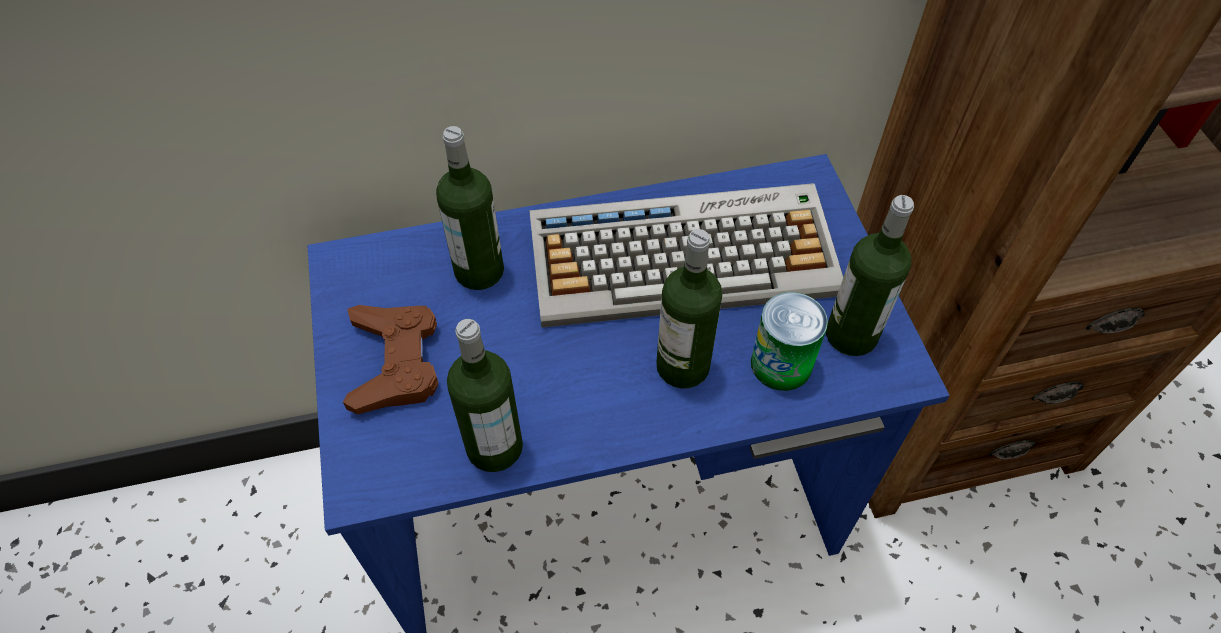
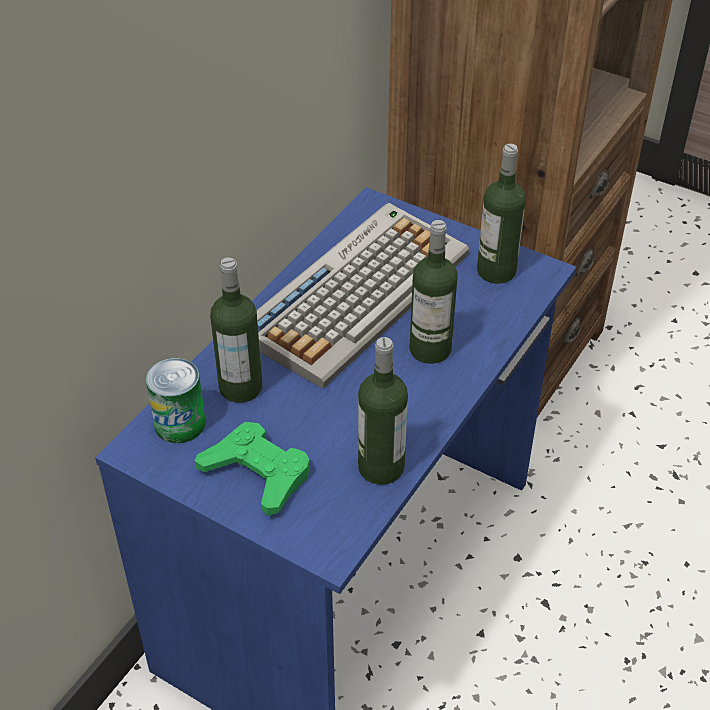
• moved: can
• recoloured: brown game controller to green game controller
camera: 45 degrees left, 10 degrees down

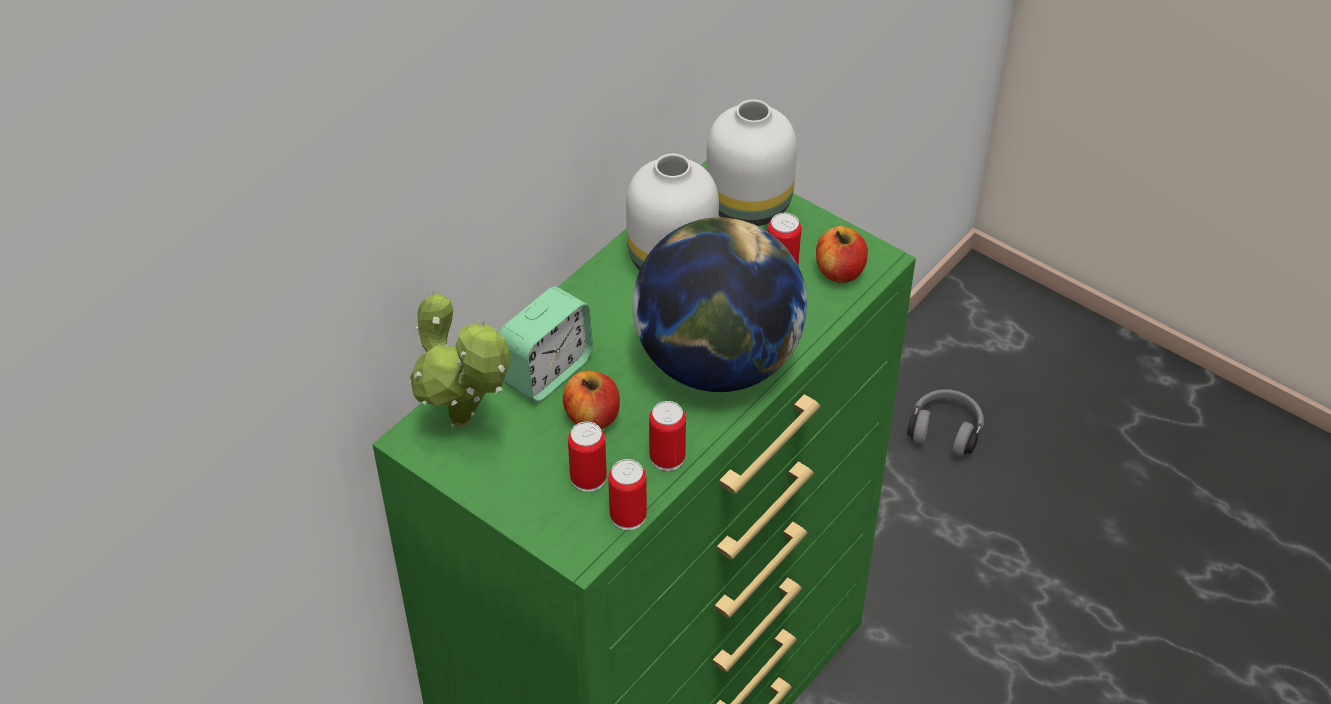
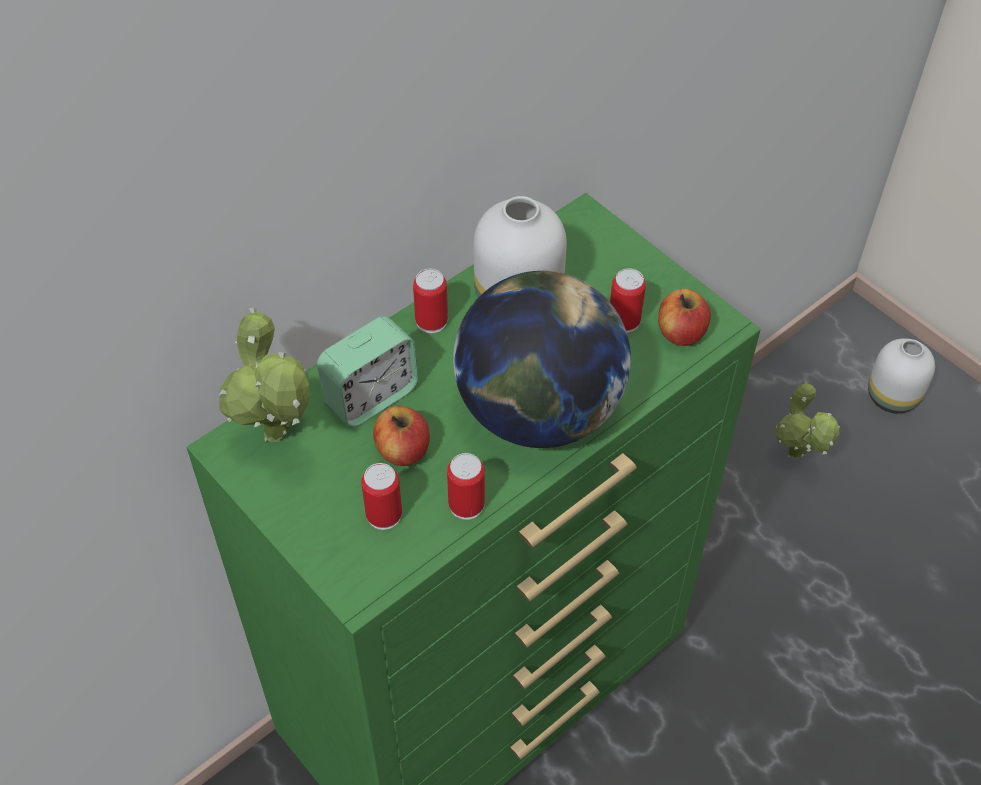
• moved: can (2nd from left)
• replaced: grey headphones to potted plant (2nd from left)
• moved: white vase (2nd from left)
camera: 10 degrees right, 5 degrees up

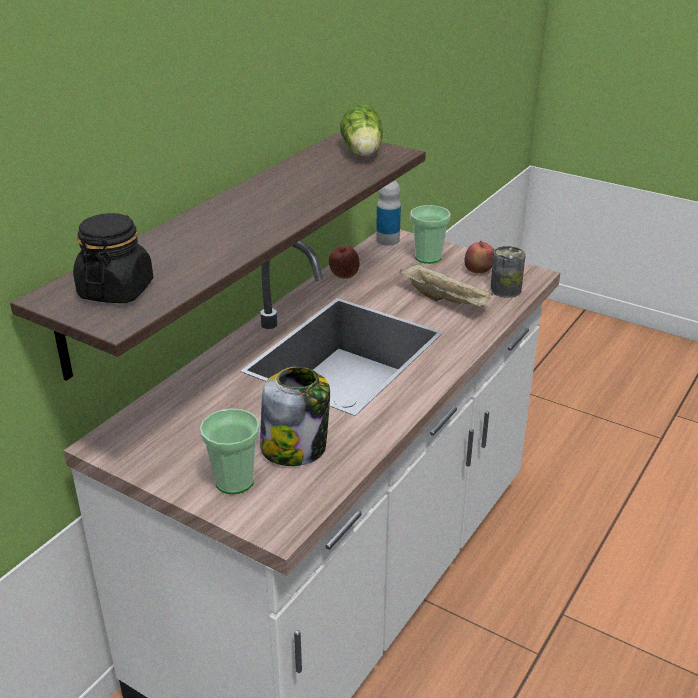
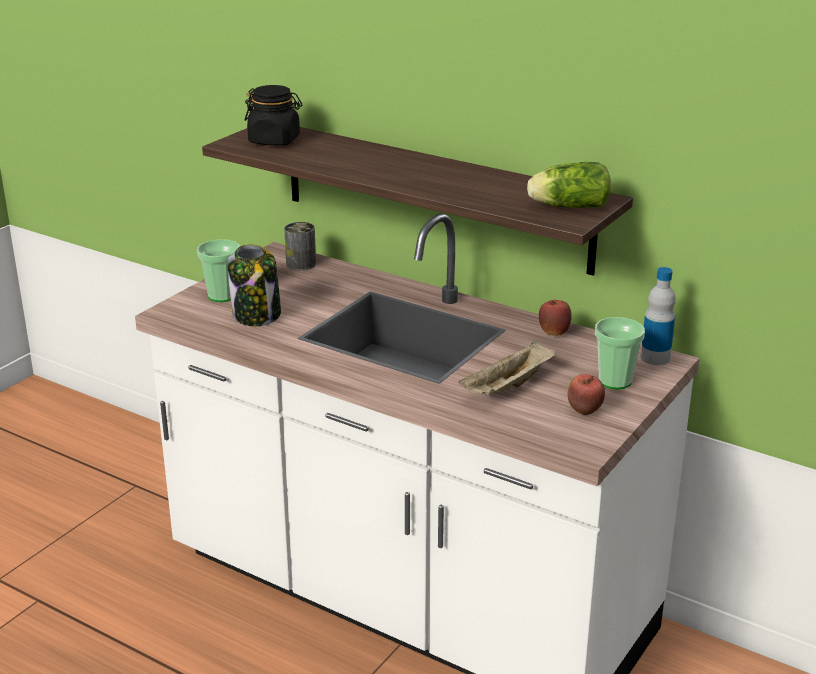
• moved: can
camera: 90 degrees right, 5 degrees down

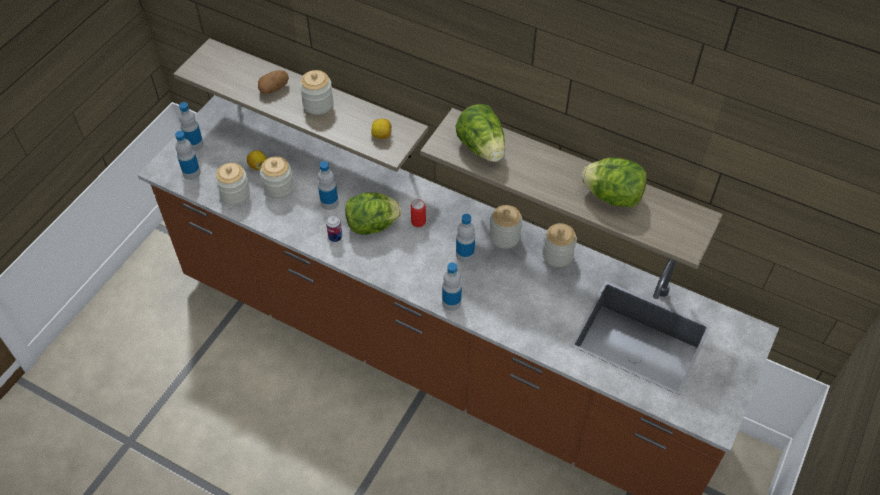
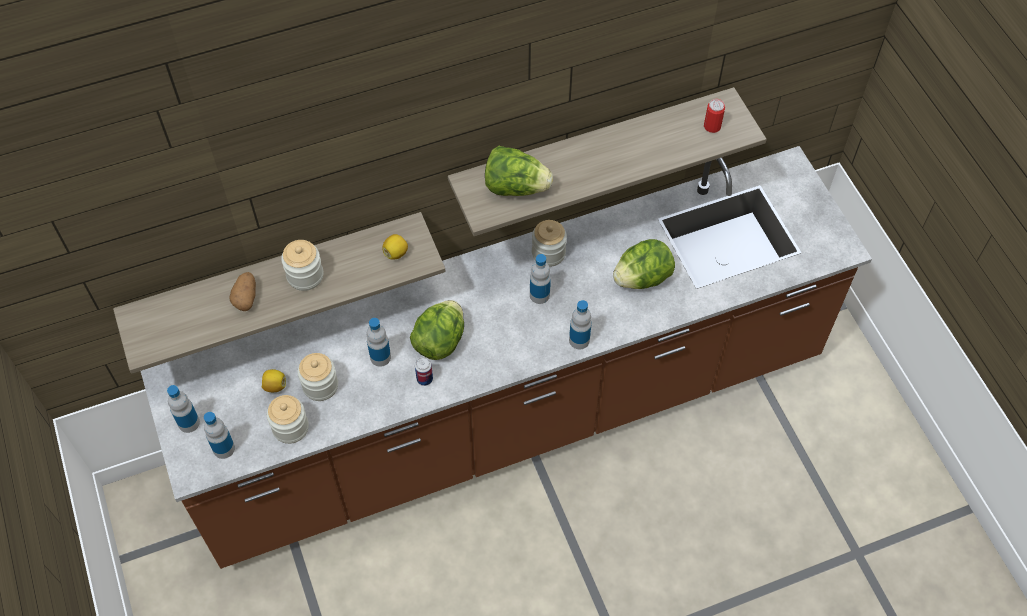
• moved: lettuce (3rd from left)
• moved: can (2nd from left)
• removed: jar (5th from left)
camera: 50 degrees left, 5 degrees up

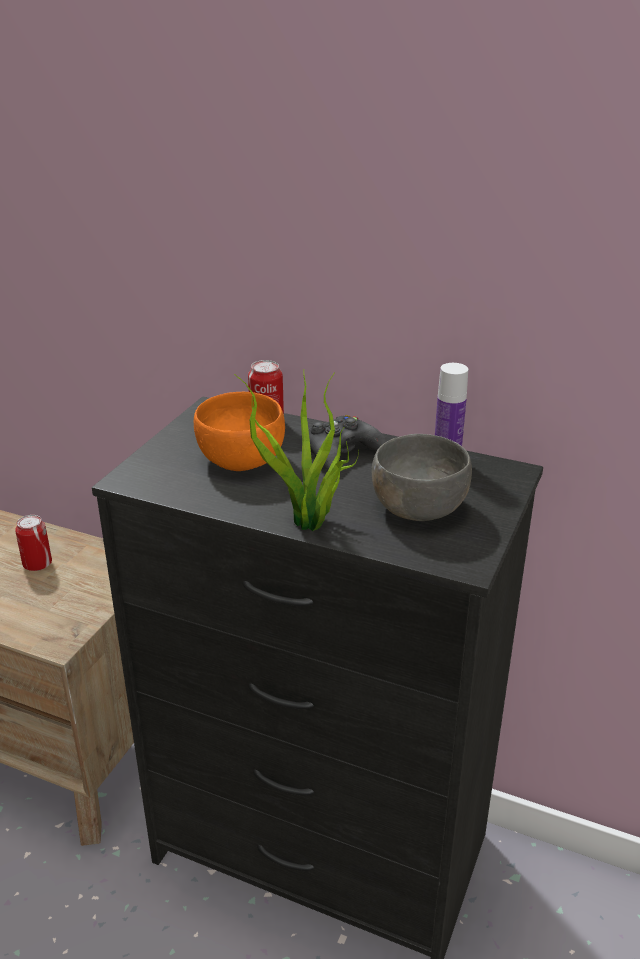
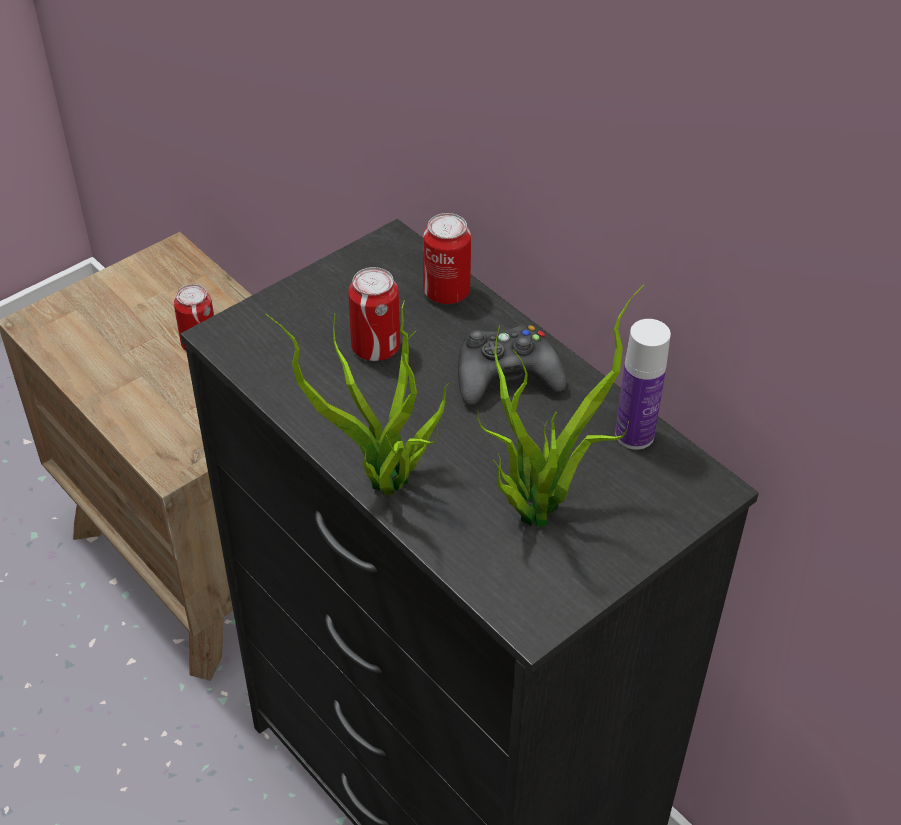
• replaced: orange bowl to can (2nd from left)
• replaced: grey bowl to potted plant (2nd from left)
camera: 25 degrees right, 15 degrees up

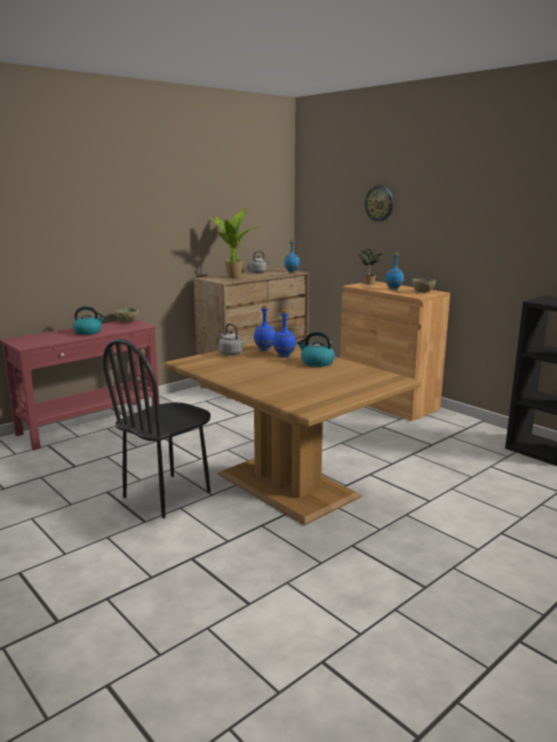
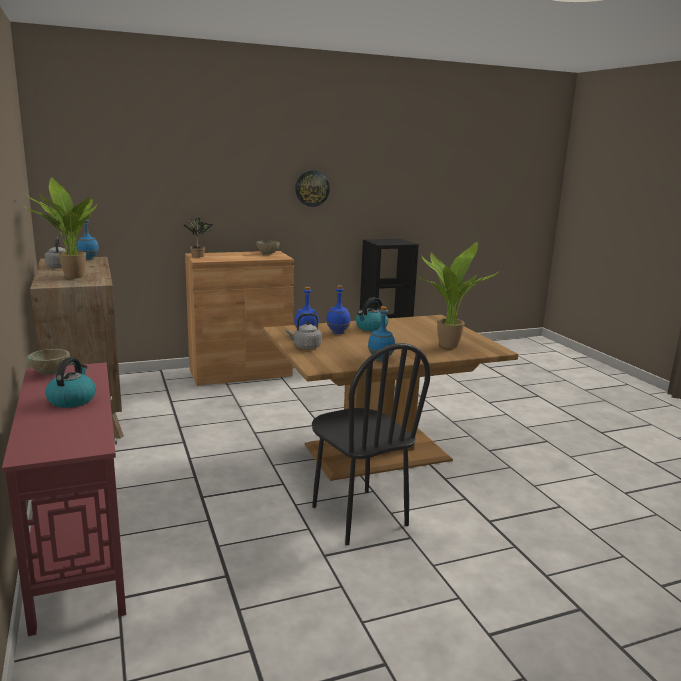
• moved: wall clock
• moved: blue bottle (4th from left)
• added: potted plant (3rd from left)
camera: 70 degrees left, 0 degrees up

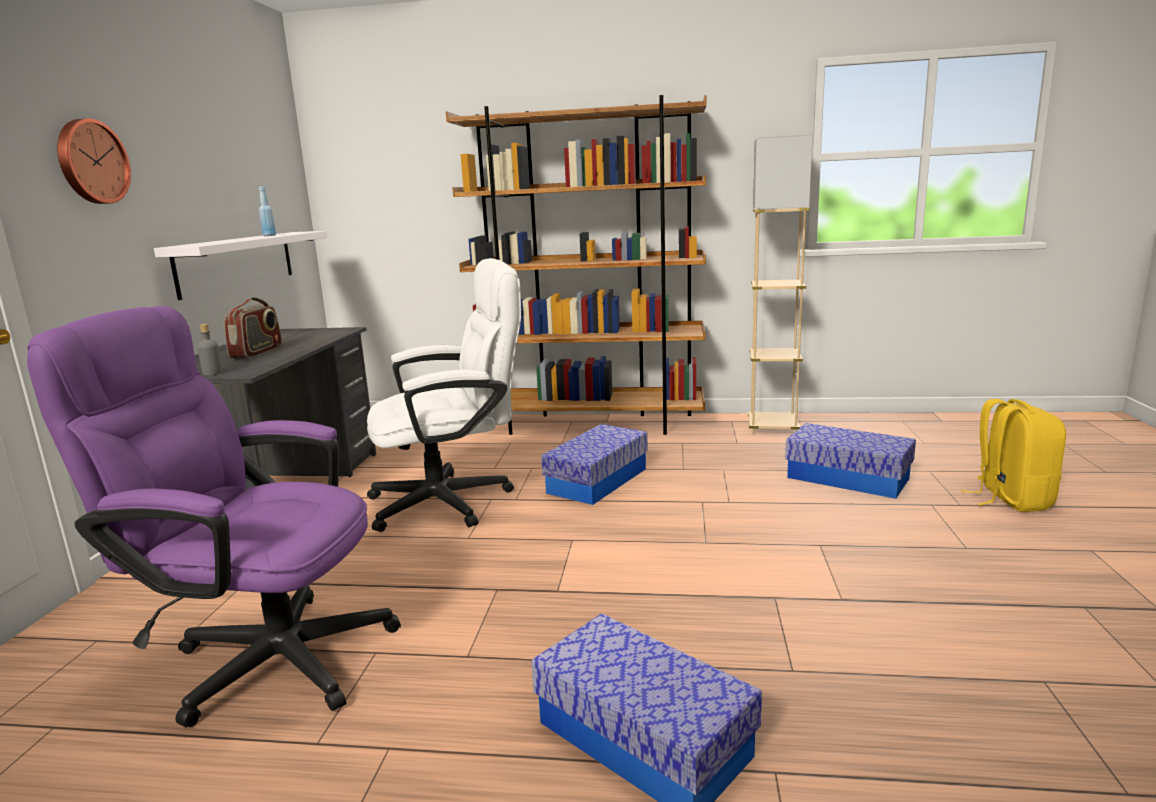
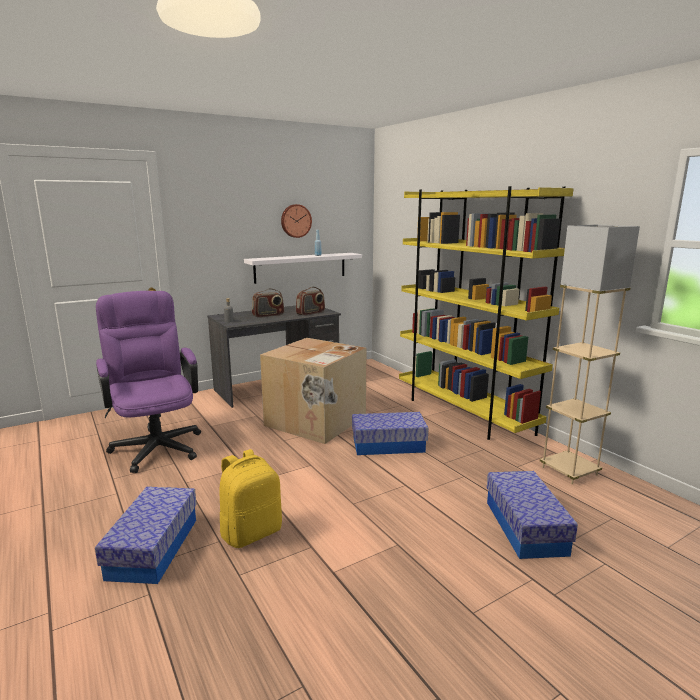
• moved: yellow backpack
• replaced: white office chair to cardboard box
• moved: wall clock
• added: radio (2nd from left)
• recoloured: brown bookcase to yellow bookcase
camera: 50 degrees right, 0 degrees up

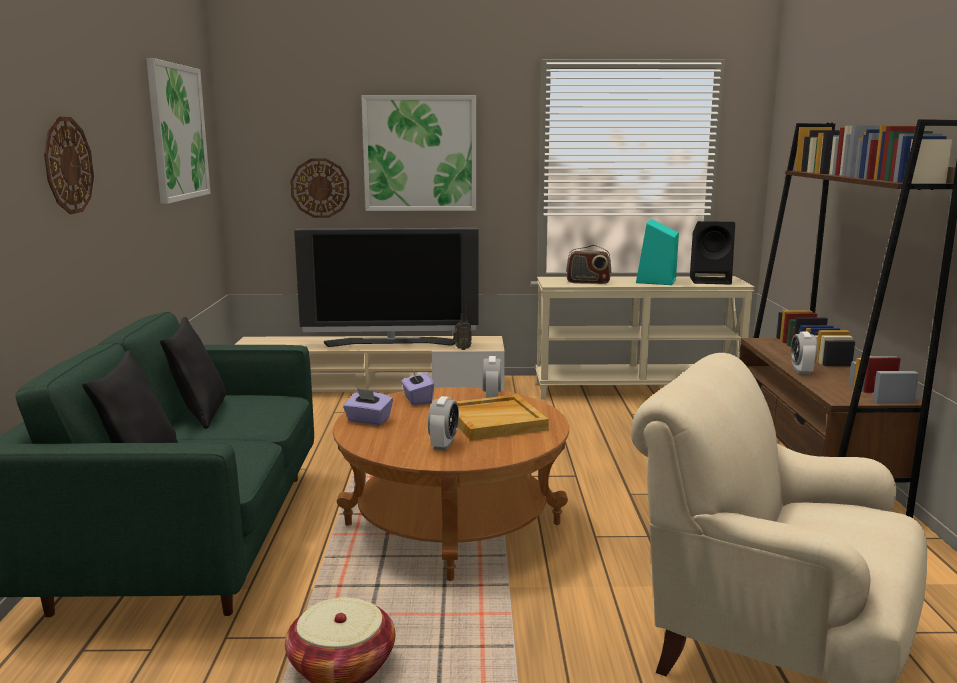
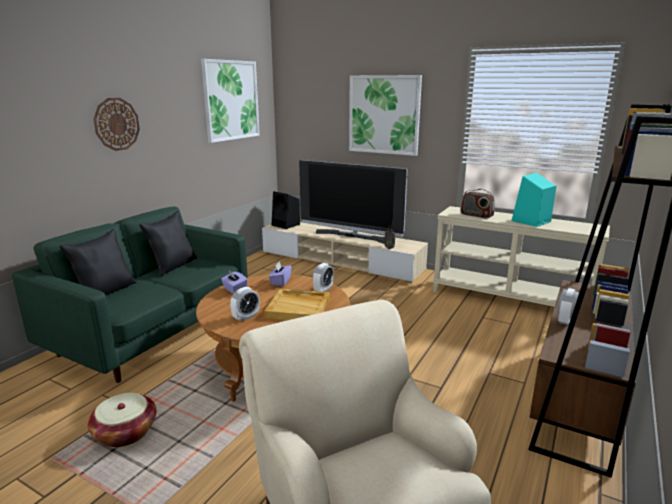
• moved: black speaker
• removed: wall clock (2nd from left)
camera: 30 degrees right, 5 degrees up

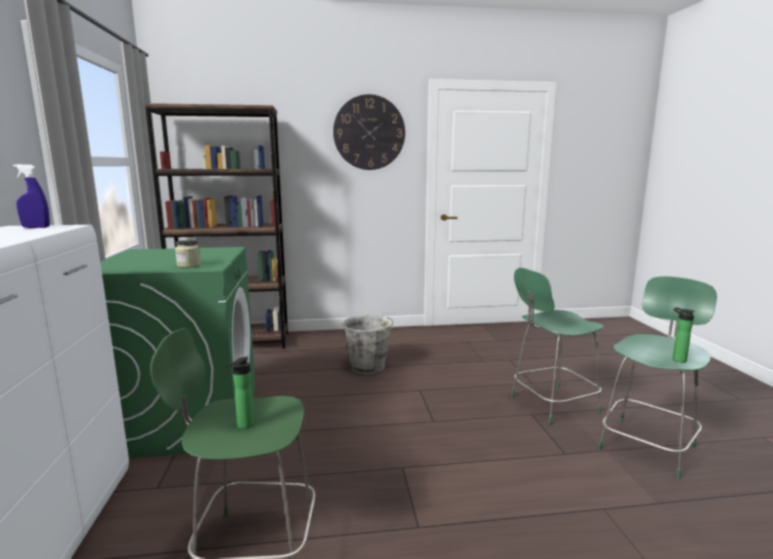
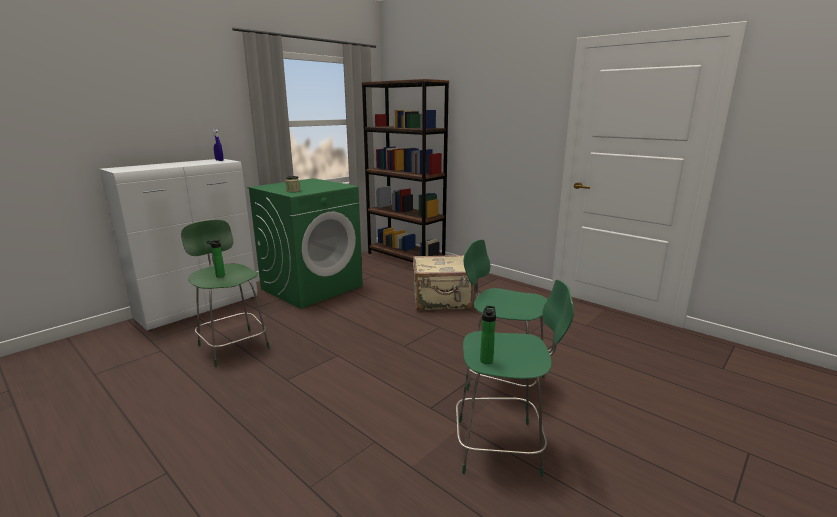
• replaced: grey bucket to beige suitcase
• removed: wall clock
camera: 50 degrees right, 5 degrees up

